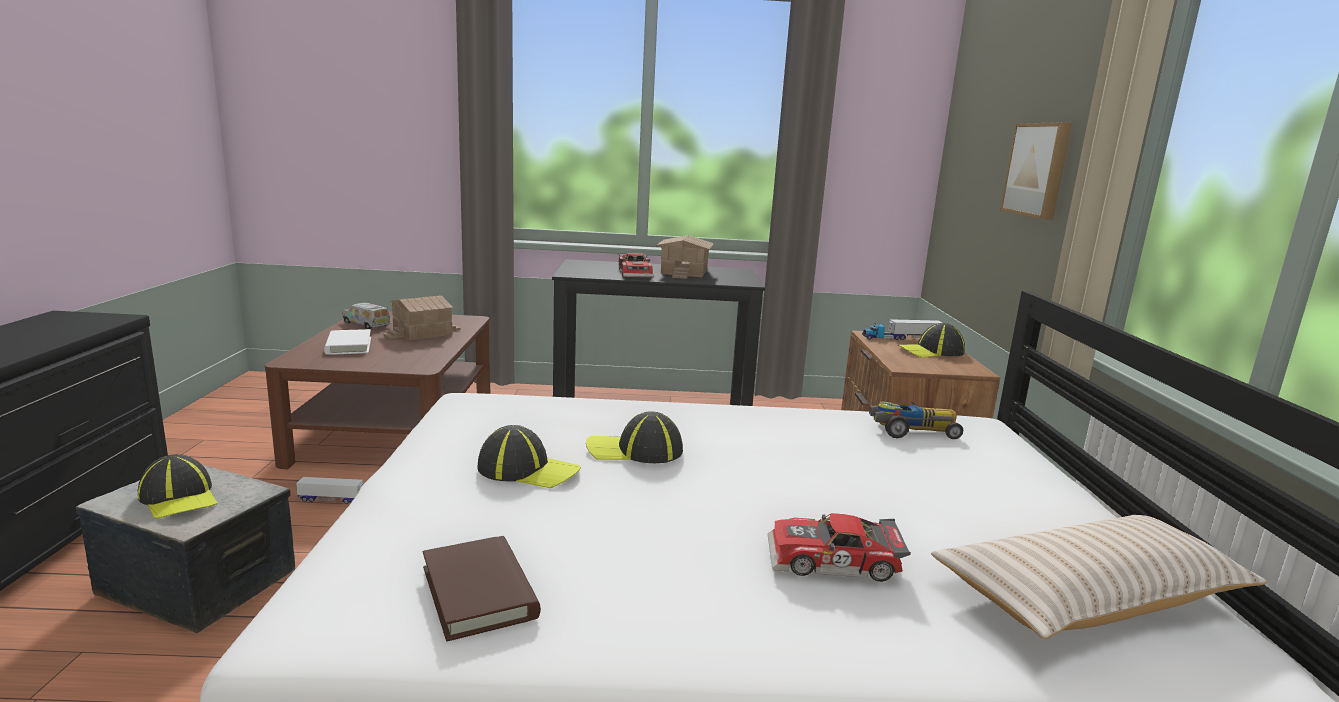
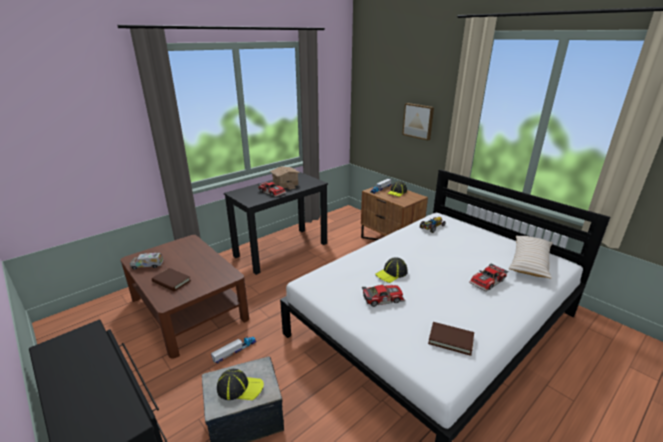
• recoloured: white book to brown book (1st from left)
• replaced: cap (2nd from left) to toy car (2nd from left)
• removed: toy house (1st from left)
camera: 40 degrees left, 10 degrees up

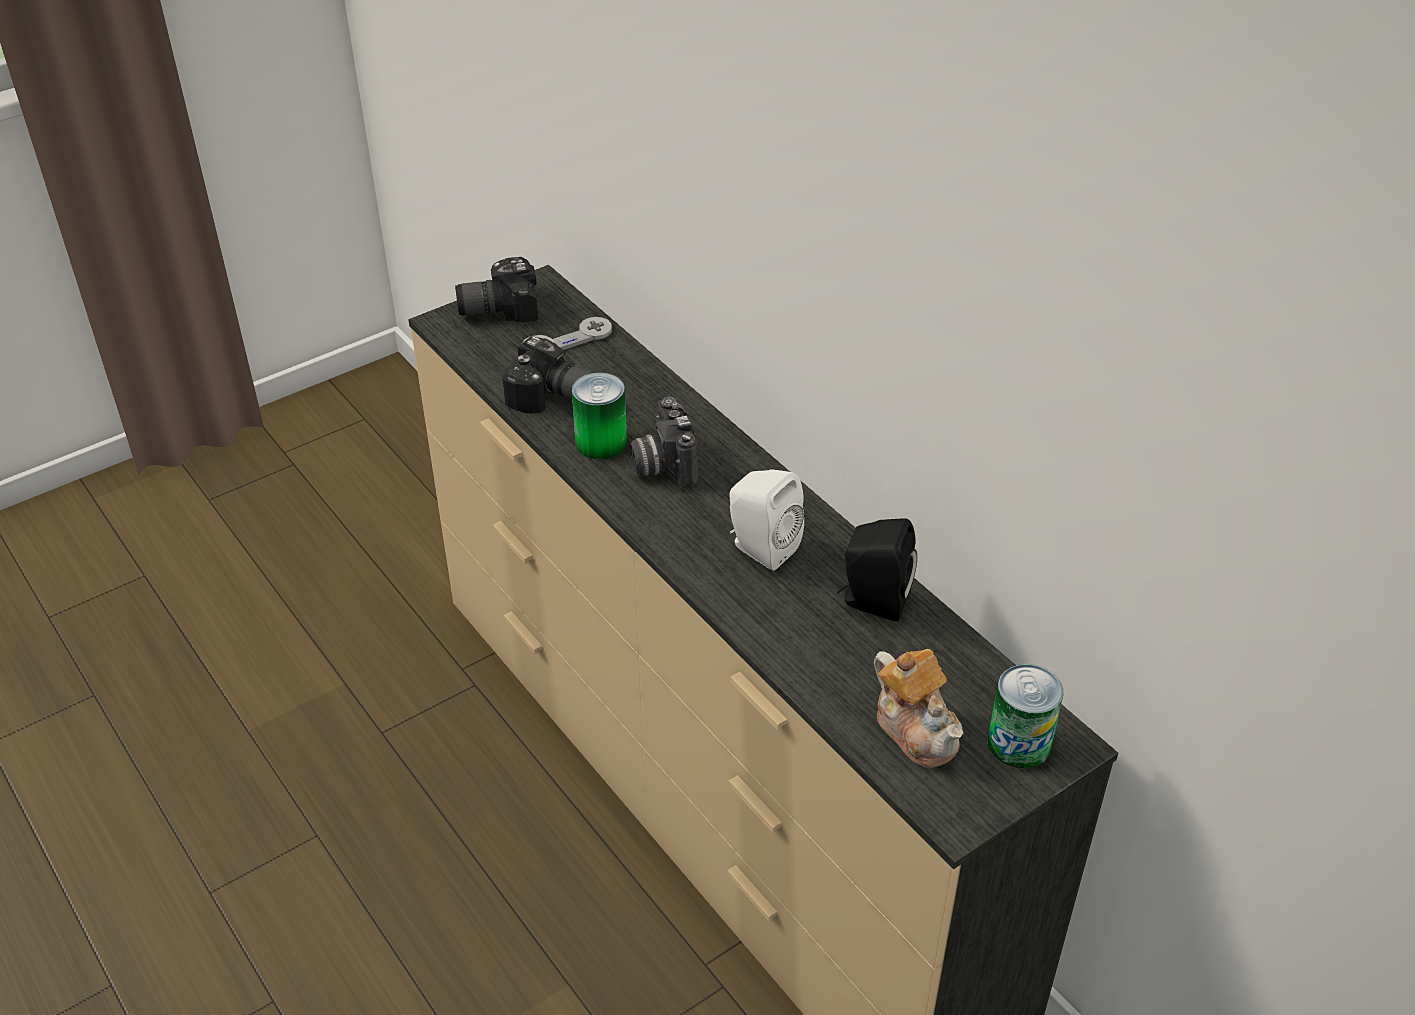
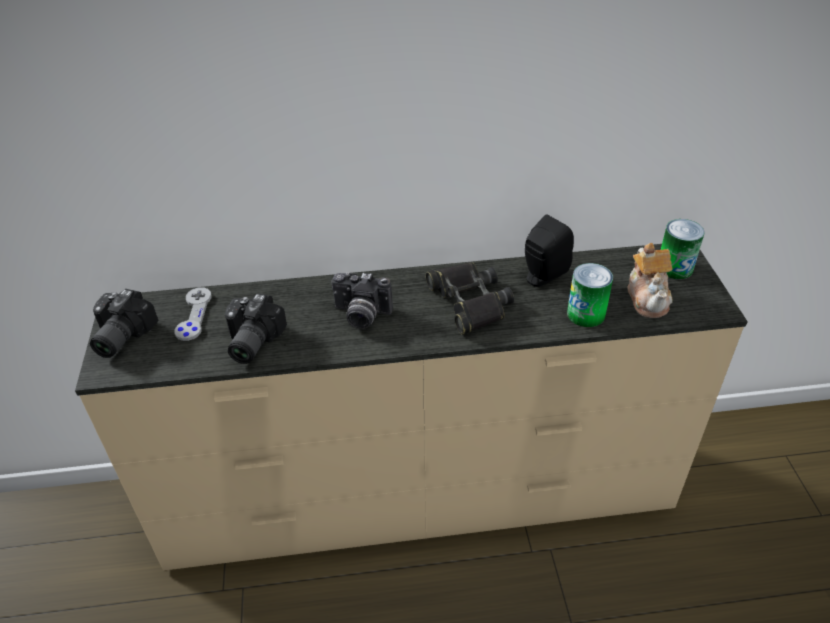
• turned: photo camera (2nd from left) 135 degrees clockwise
• replaced: white speaker to black binoculars
• moved: can (1st from left)
• turned: teapot 90 degrees clockwise
camera: 60 degrees left, 0 degrees up

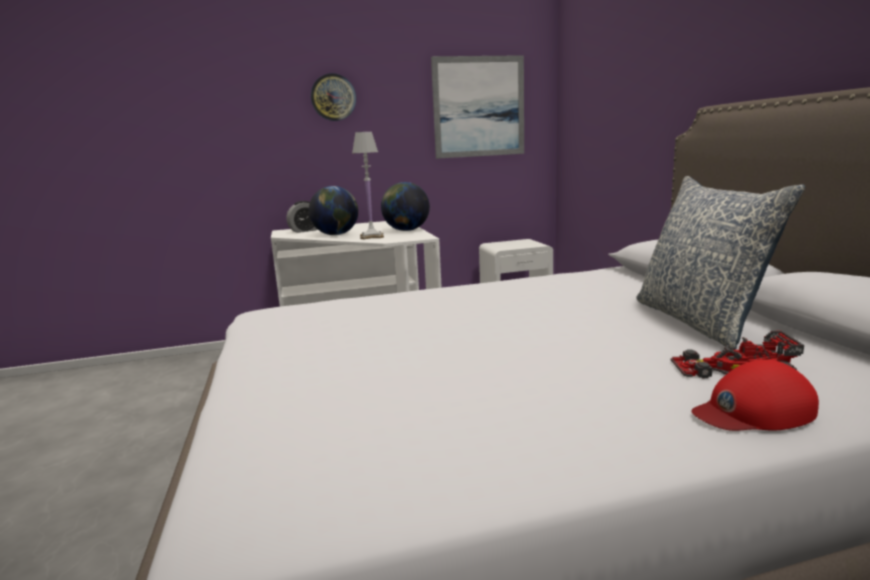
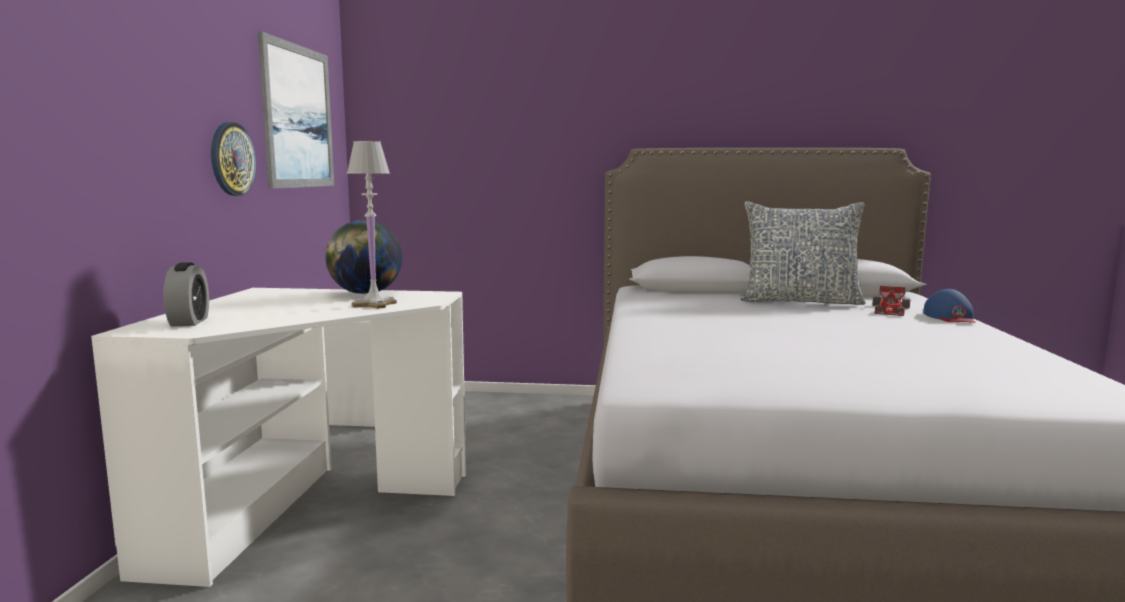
• moved: wall clock
• recoloured: red cap to blue cap
• removed: globe (1st from left)
camera: 70 degrees left, 5 degrees down

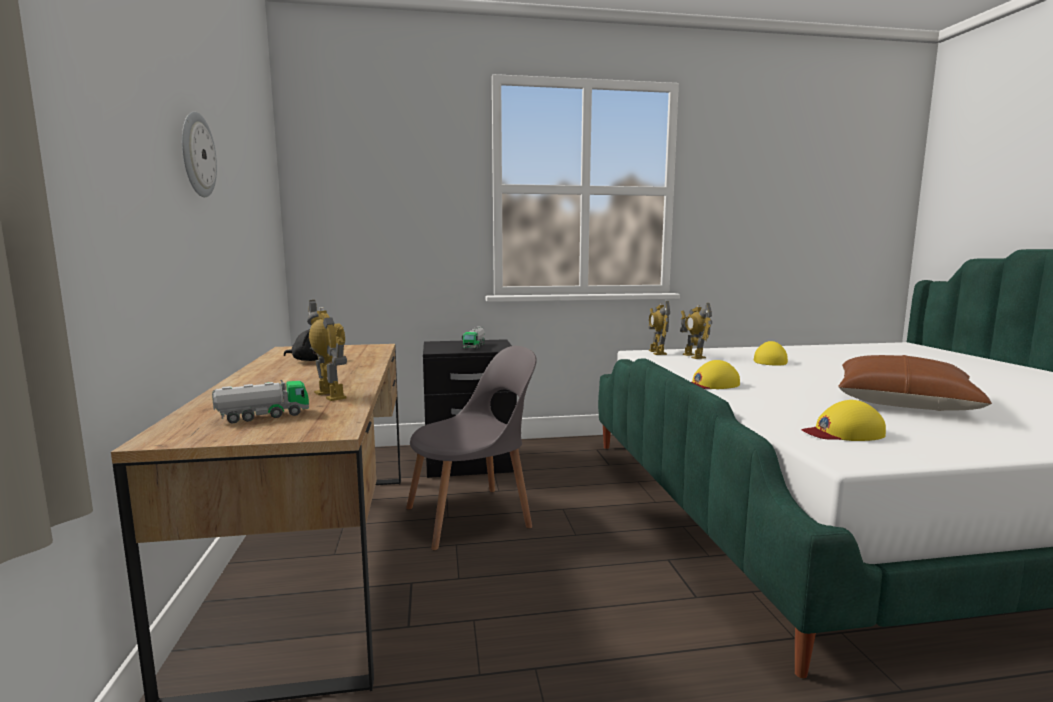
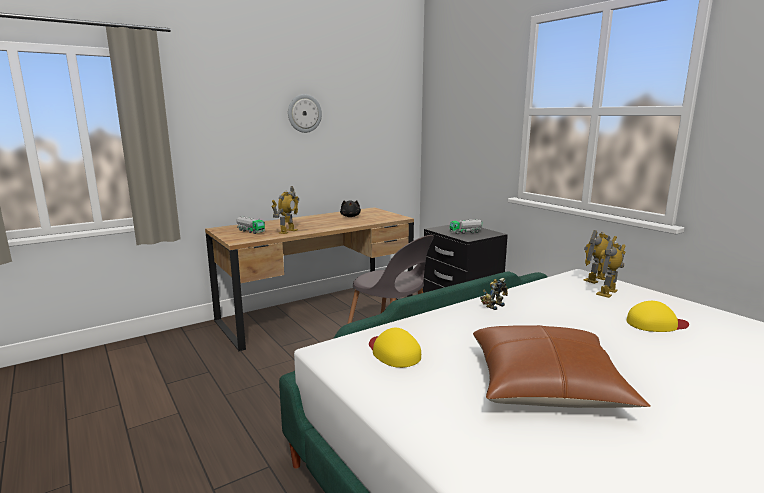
• replaced: yellow cap (1st from left) to toy robot (2nd from left)
camera: 65 degrees right, 5 degrees up

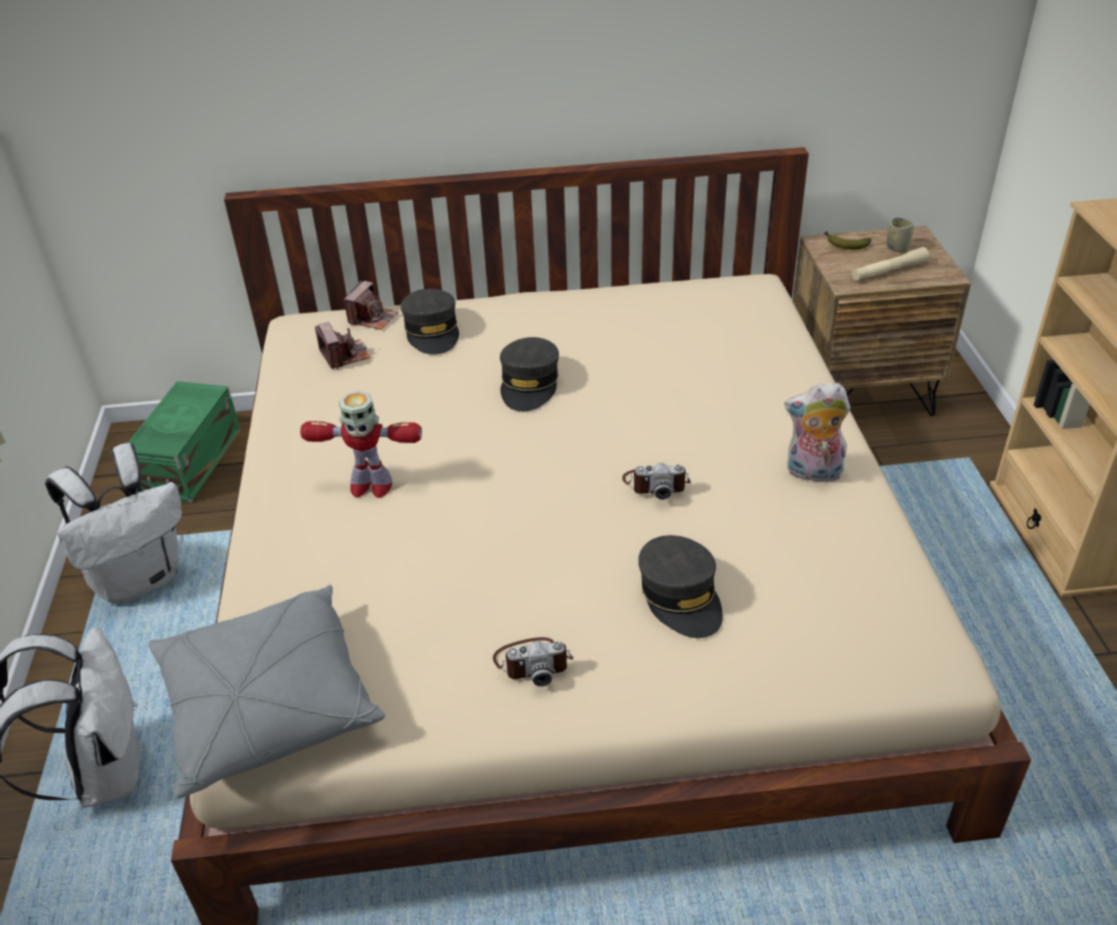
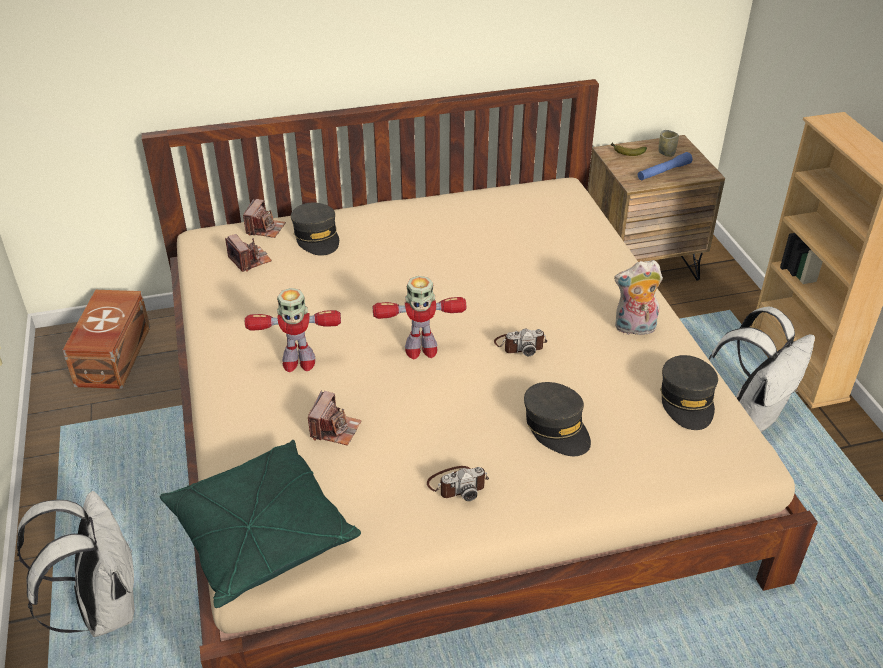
• recoloured: green storage box to brown storage box
• recoloured: grey pillow to green pillow
• added: photo camera (3rd from left)
• added: toy robot (2nd from left)
• recoloured: beige flashlight to blue flashlight
• moved: grey cap (2nd from left in the first image) to grey cap (3rd from left)
• moved: white backpack (2nd from left)
camera: 10 degrees left, 0 degrees up

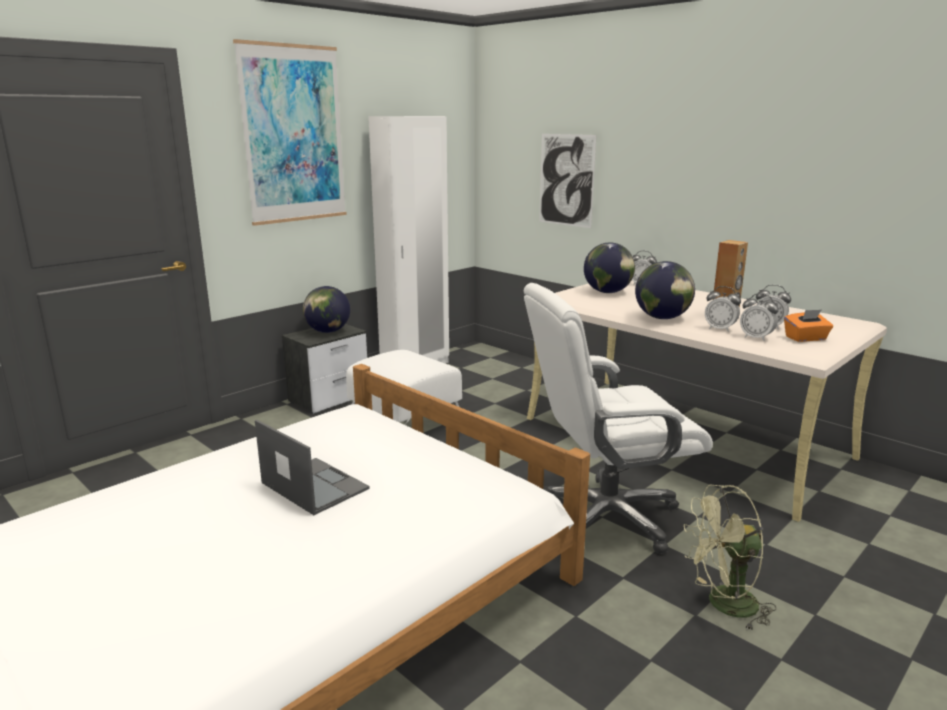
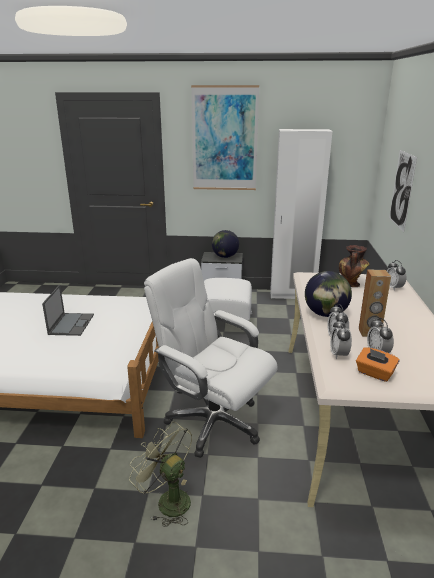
• replaced: globe (2nd from left) to vase
camera: 50 degrees right, 5 degrees up

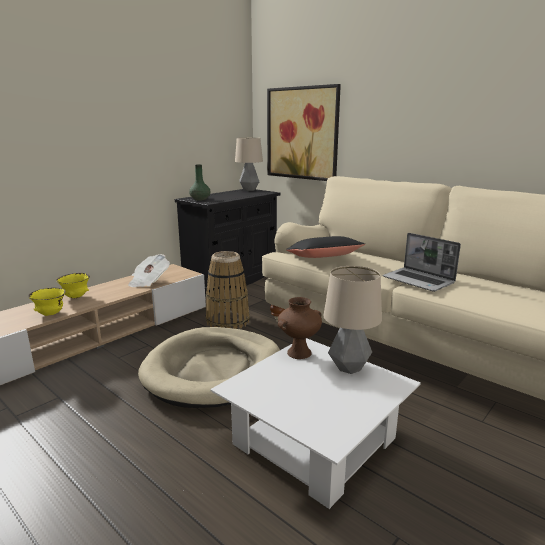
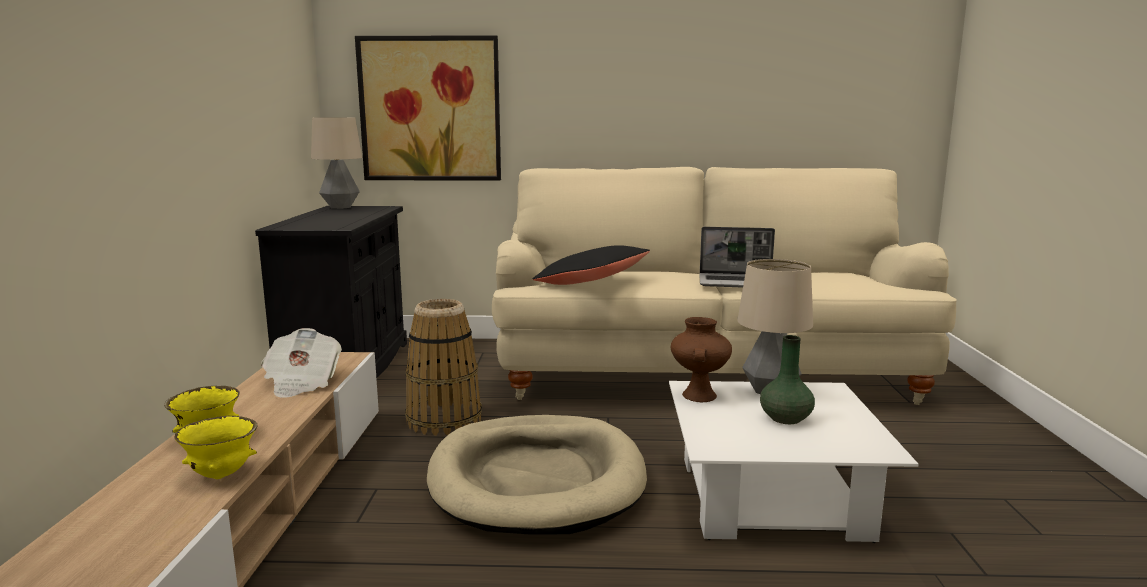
• moved: green vase
camera: 40 degrees left, 5 degrees down

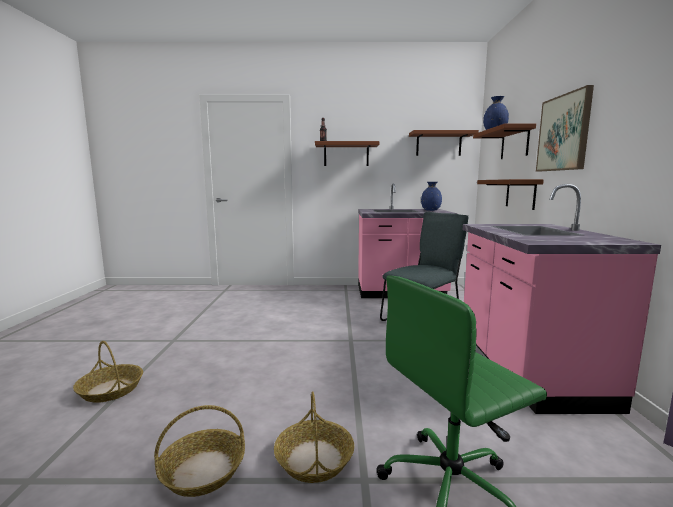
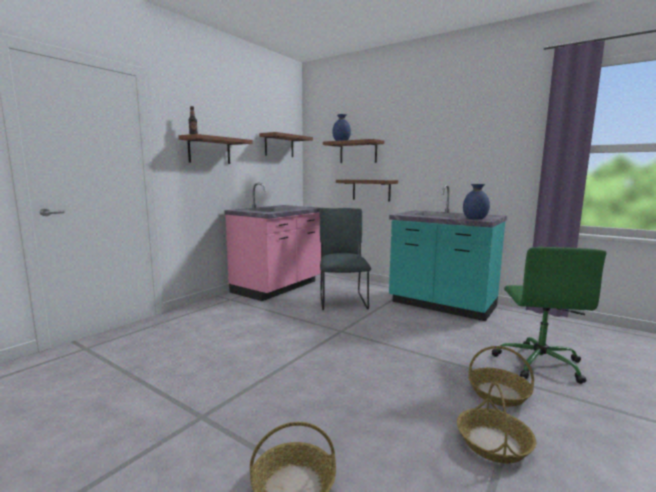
• recoloured: pink counter (2nd from left) to turquoise counter
• moved: blue vase (1st from left in the first image) to blue vase (2nd from left)
• removed: picture
camera: 55 degrees left, 0 degrees up

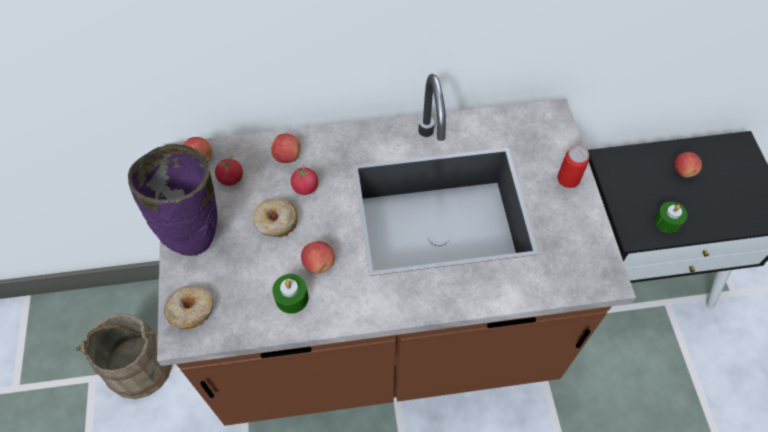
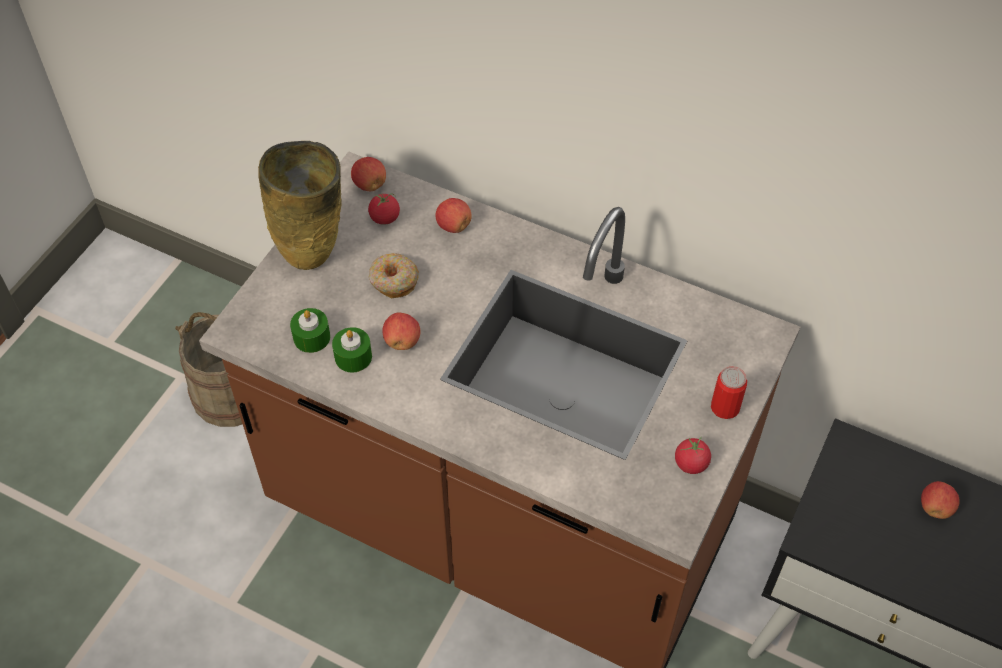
• recoloured: purple vase to beige vase
• moved: green candle (2nd from left in the first image) to green candle (1st from left)
• moved: tomato (2nd from left)
• removed: donut (1st from left)
camera: 35 degrees right, 5 degrees down

